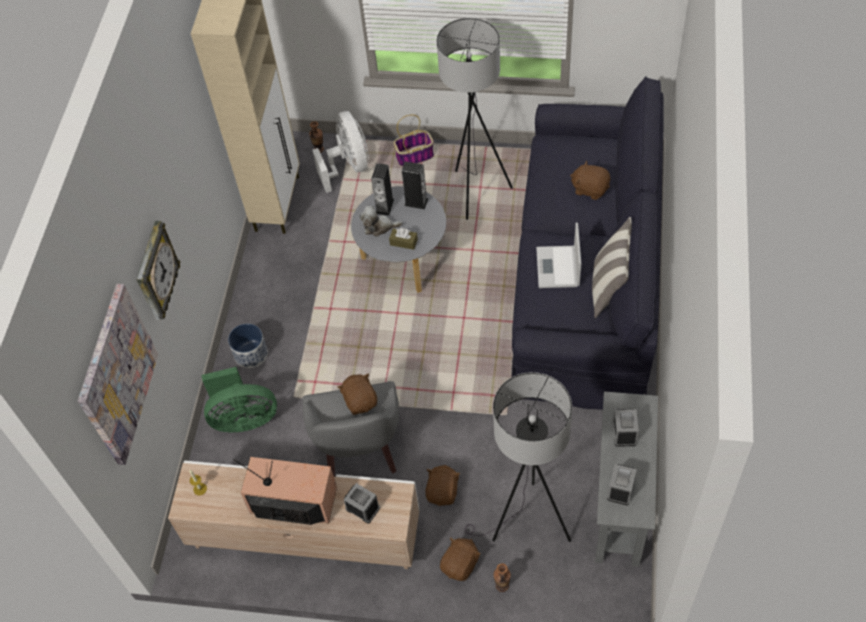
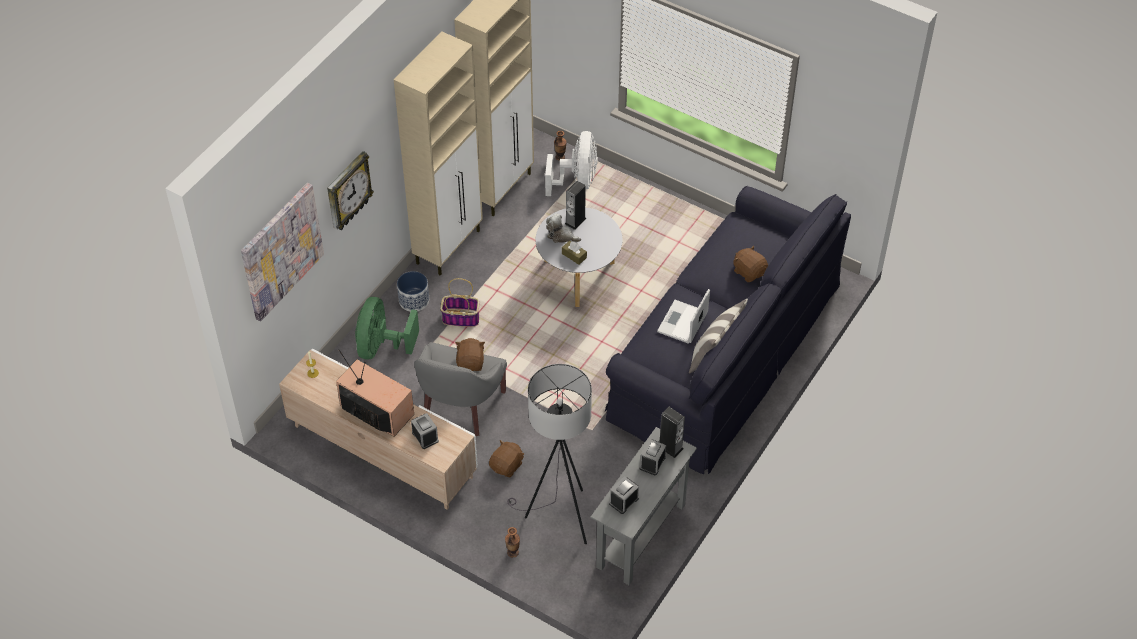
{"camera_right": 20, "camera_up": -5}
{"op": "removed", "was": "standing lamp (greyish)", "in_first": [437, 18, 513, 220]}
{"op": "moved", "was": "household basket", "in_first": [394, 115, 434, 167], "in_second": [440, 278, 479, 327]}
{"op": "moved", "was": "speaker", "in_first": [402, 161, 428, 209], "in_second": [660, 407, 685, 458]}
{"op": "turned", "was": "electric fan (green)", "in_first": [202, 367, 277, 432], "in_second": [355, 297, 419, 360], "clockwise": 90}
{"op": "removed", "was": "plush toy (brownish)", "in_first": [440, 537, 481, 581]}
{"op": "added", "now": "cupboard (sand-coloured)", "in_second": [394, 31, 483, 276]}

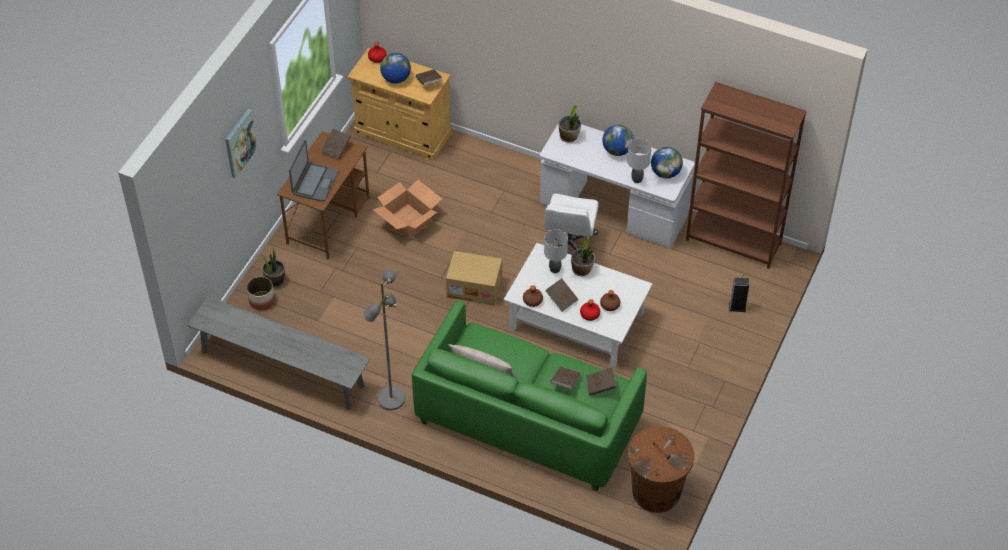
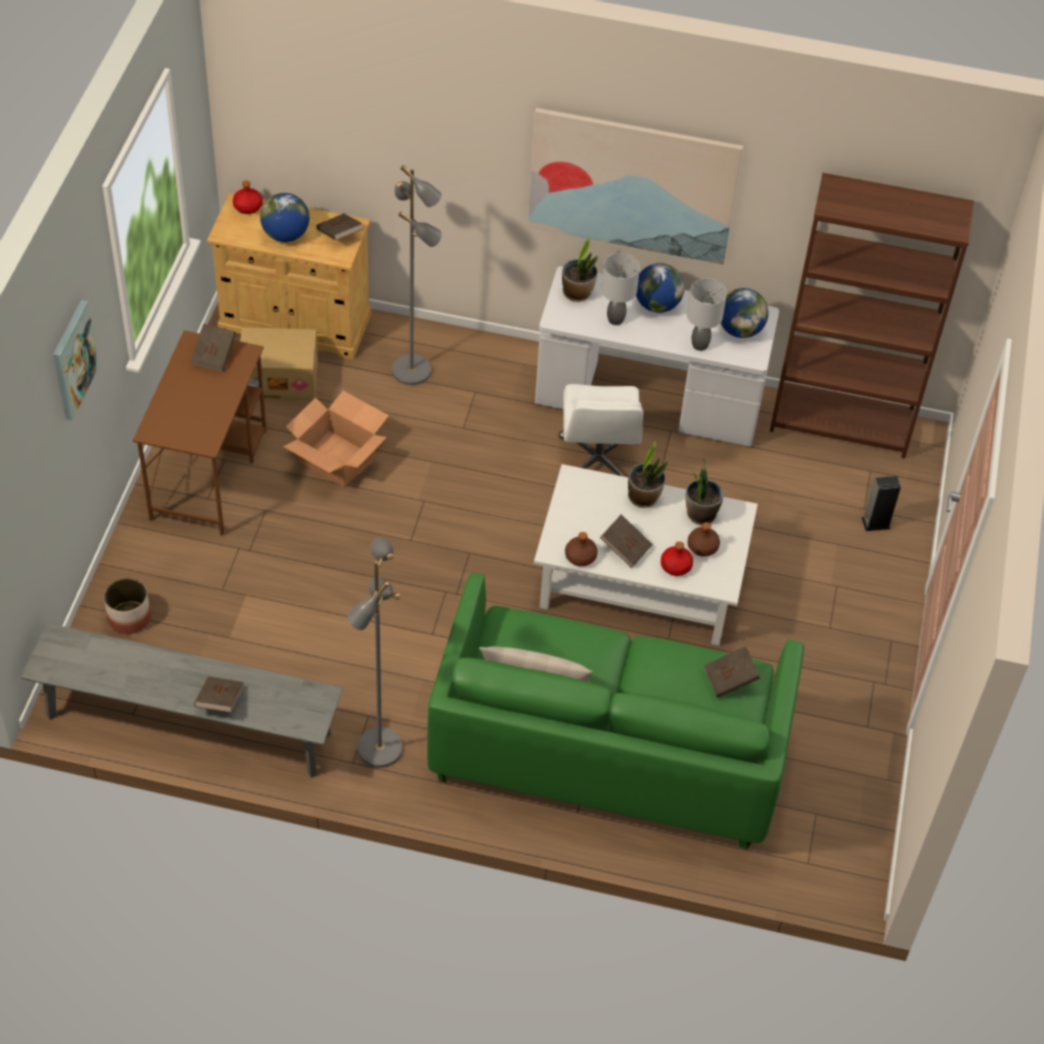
{"camera_right": -15, "camera_up": 0}
{"op": "removed", "was": "notebook computer", "in_first": [289, 140, 339, 202]}
{"op": "moved", "was": "table lamp (greyish)", "in_first": [544, 229, 568, 273], "in_second": [601, 253, 640, 325]}
{"op": "moved", "was": "houseplant", "in_first": [261, 248, 285, 288], "in_second": [686, 459, 724, 525]}
{"op": "moved", "was": "cardboard box", "in_first": [446, 251, 502, 306], "in_second": [240, 327, 318, 401]}
{"op": "moved", "was": "volume (brownish)", "in_first": [550, 366, 581, 389], "in_second": [194, 677, 243, 713]}
{"op": "removed", "was": "trash can (brownish)", "in_first": [628, 426, 694, 513]}
{"op": "added", "now": "wall art", "in_second": [528, 108, 743, 264]}
{"op": "added", "now": "standing lamp (greyish)", "in_second": [392, 165, 442, 385]}

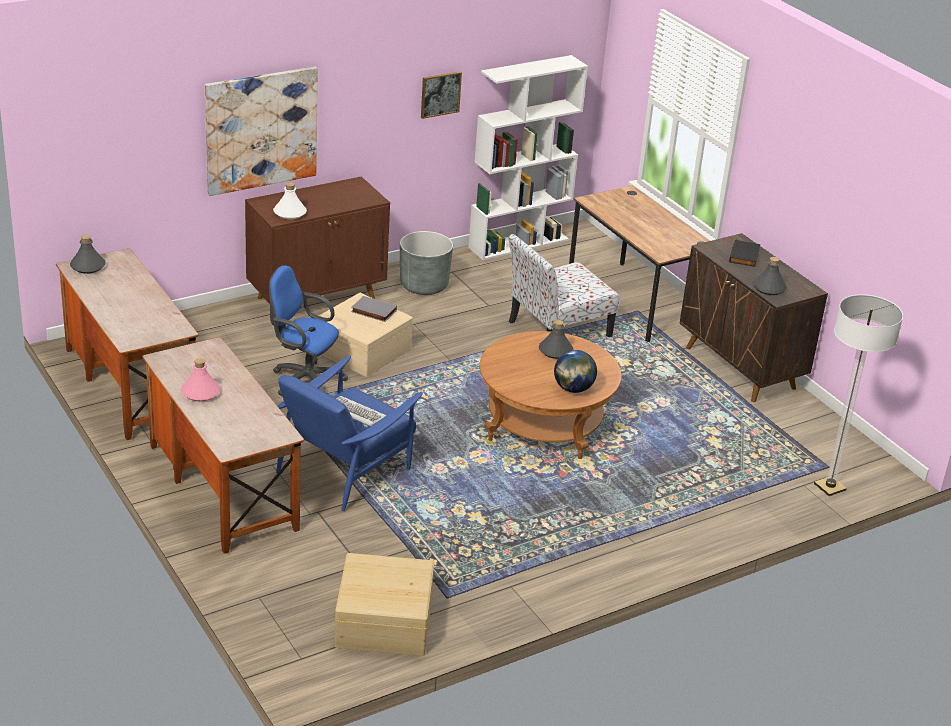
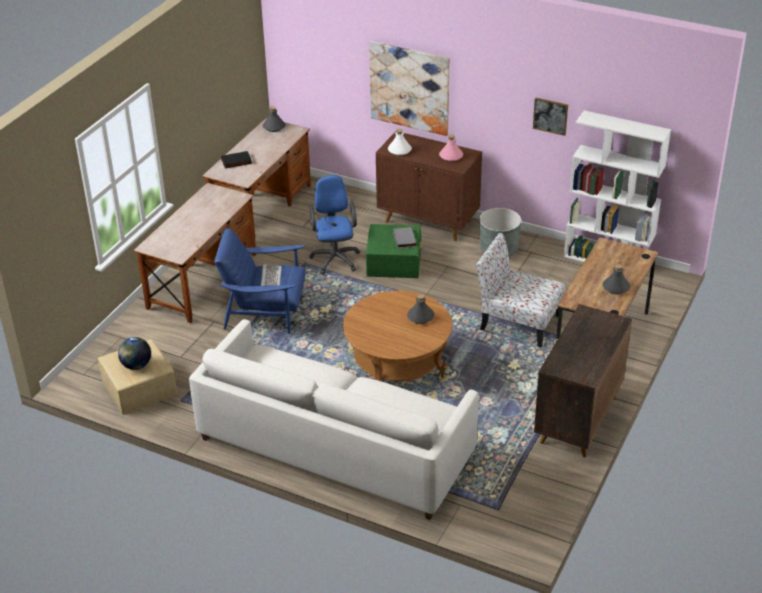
{"camera_right": 60, "camera_up": 5}
{"op": "moved", "was": "volume (blackish)", "in_first": [729, 240, 761, 267], "in_second": [221, 151, 252, 169]}
{"op": "moved", "was": "drink bottle (greyish)", "in_first": [752, 257, 787, 295], "in_second": [603, 264, 630, 294]}
{"op": "recoloured", "was": "storage box (sand-coloured)", "now": "storage box (green)", "in_first": [319, 293, 413, 377], "in_second": [366, 224, 421, 278]}
{"op": "removed", "was": "standing lamp", "in_first": [814, 294, 903, 496]}
{"op": "moved", "was": "world globe", "in_first": [554, 350, 597, 393], "in_second": [118, 337, 151, 370]}
{"op": "moved", "was": "drink bottle (pink)", "in_first": [181, 358, 221, 402], "in_second": [439, 134, 463, 161]}
{"op": "added", "now": "couch (white-coloured)", "in_second": [189, 319, 479, 520]}

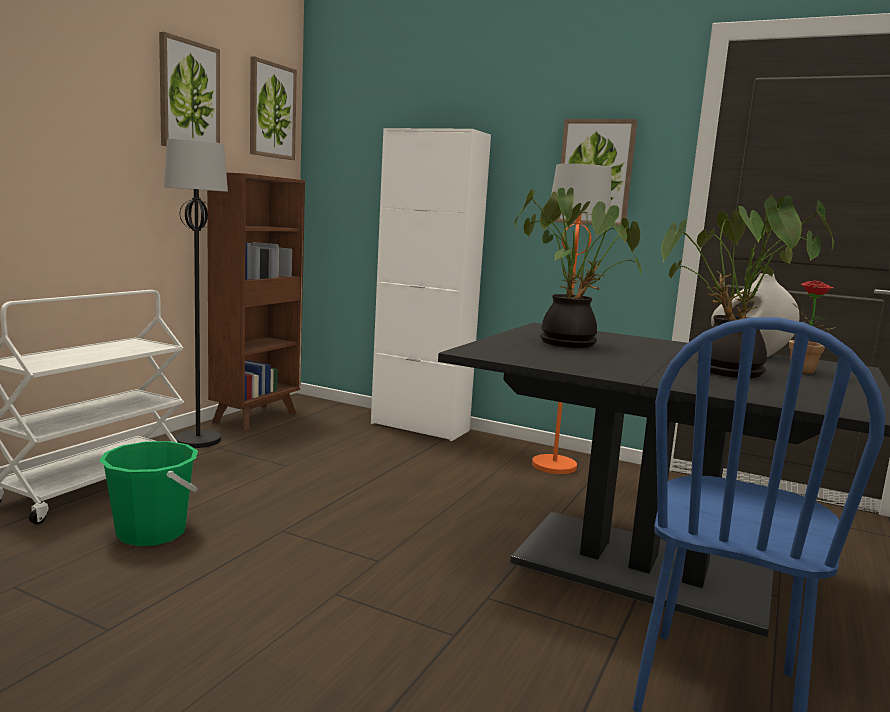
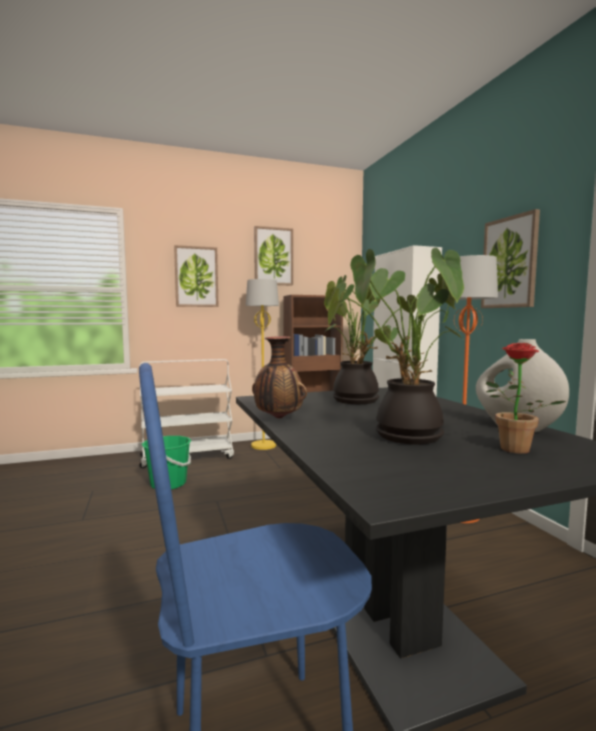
{"camera_right": 45, "camera_up": -5}
{"op": "moved", "was": "wall art", "in_first": [250, 56, 297, 160], "in_second": [174, 245, 218, 307]}
{"op": "recoloured", "was": "standing lamp (blackish)", "now": "standing lamp (yellowish)", "in_first": [164, 139, 228, 448], "in_second": [246, 279, 279, 450]}
{"op": "added", "now": "flower vase", "in_second": [252, 336, 307, 418]}

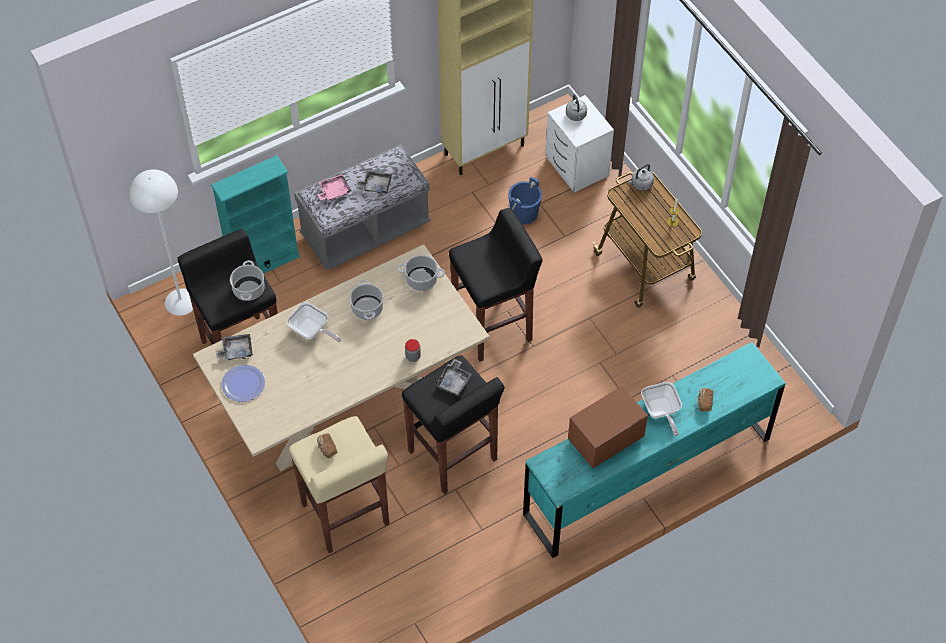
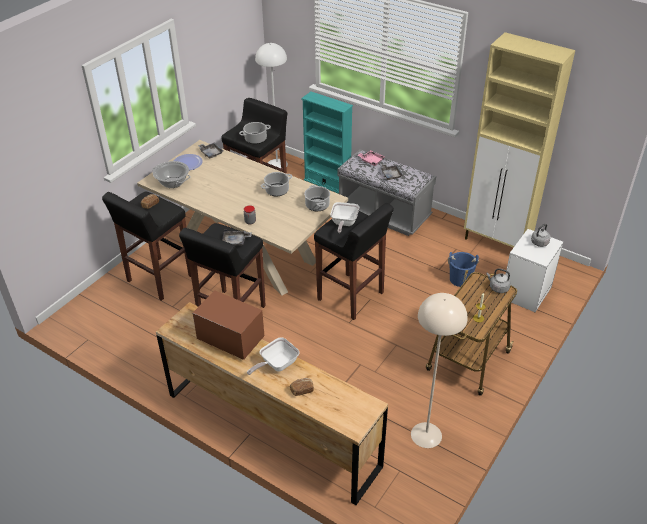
{"camera_right": 65, "camera_up": -15}
{"op": "moved", "was": "frying pan", "in_first": [286, 302, 341, 342], "in_second": [330, 202, 359, 233]}
{"op": "recoloured", "was": "drawer chest (turquoise)", "now": "drawer chest (brownish)", "in_first": [523, 342, 786, 558], "in_second": [156, 302, 388, 505]}
{"op": "recoloured", "was": "stool (sand-coloured)", "now": "stool (blackish)", "in_first": [289, 416, 389, 553], "in_second": [102, 192, 191, 301]}
{"op": "added", "now": "stockpot", "in_second": [152, 161, 191, 188]}
{"op": "added", "now": "standing lamp (sand-coloured)", "in_second": [411, 293, 468, 448]}

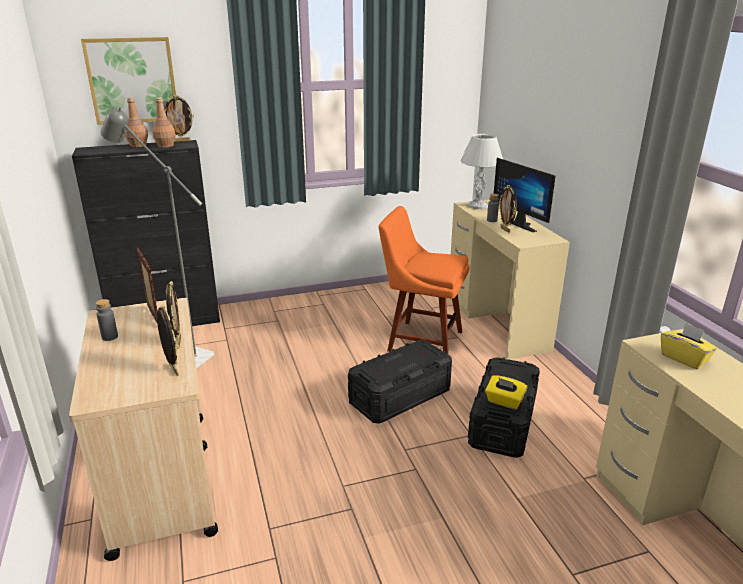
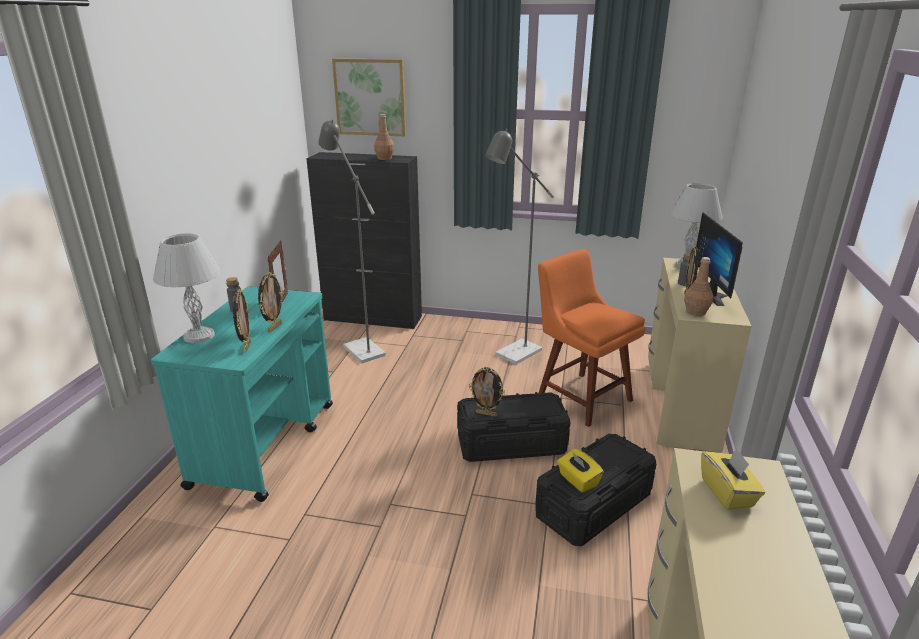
{"camera_right": 30, "camera_up": 0}
{"op": "moved", "was": "photo frame", "in_first": [164, 95, 194, 142], "in_second": [469, 367, 505, 417]}
{"op": "moved", "was": "drink bottle (brownish)", "in_first": [125, 97, 148, 147], "in_second": [684, 257, 713, 316]}
{"op": "recoloured", "was": "trolley (sand-coloured)", "now": "trolley (turquoise)", "in_first": [69, 298, 218, 561], "in_second": [151, 287, 333, 502]}
{"op": "added", "now": "standing lamp (greyish)", "in_second": [485, 128, 554, 364]}
{"op": "added", "now": "table lamp (white-coloured)", "in_second": [153, 233, 221, 343]}

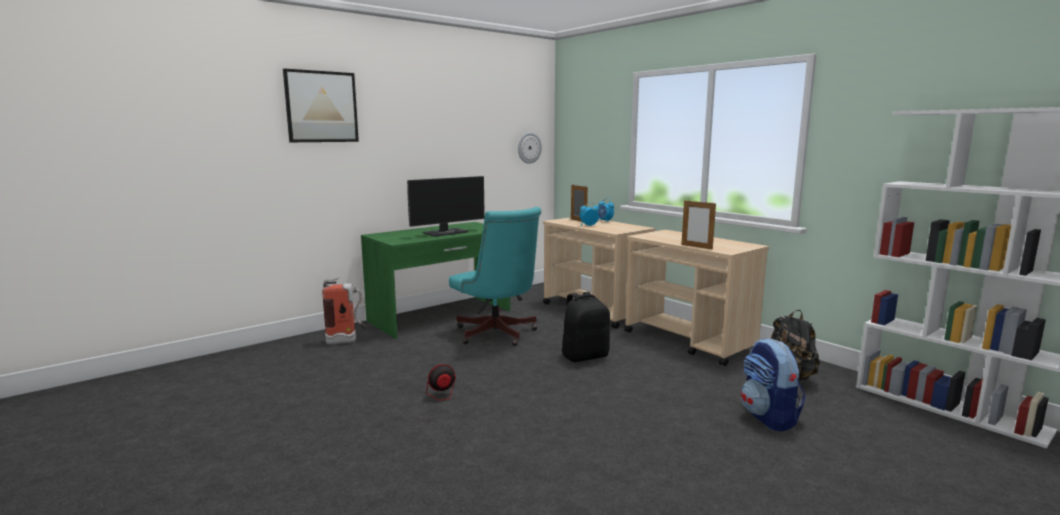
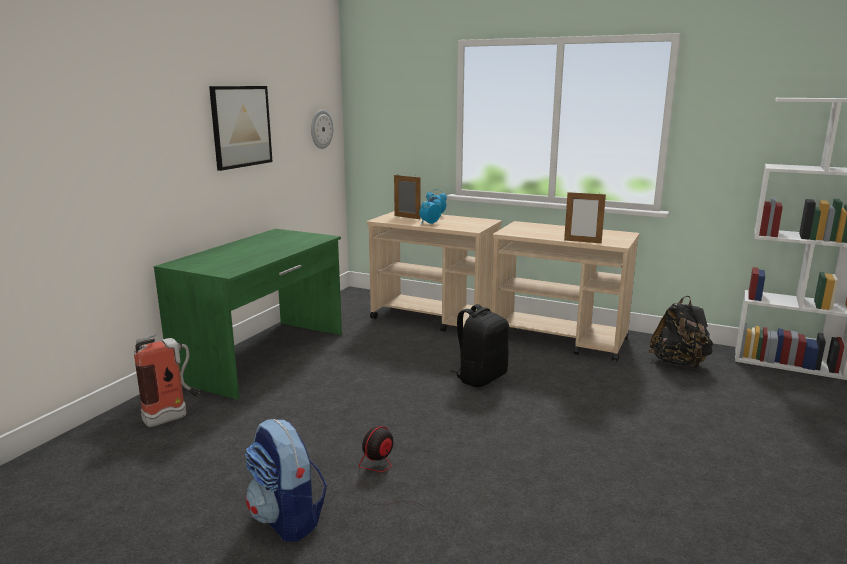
{"camera_right": -25, "camera_up": 5}
{"op": "moved", "was": "wall art", "in_first": [283, 68, 359, 142], "in_second": [209, 86, 273, 171]}
{"op": "removed", "was": "computer display", "in_first": [407, 176, 485, 237]}
{"op": "removed", "was": "desk chair (turquoise)", "in_first": [449, 207, 541, 346]}
{"op": "moved", "was": "rucksack", "in_first": [741, 338, 806, 432], "in_second": [245, 419, 327, 542]}

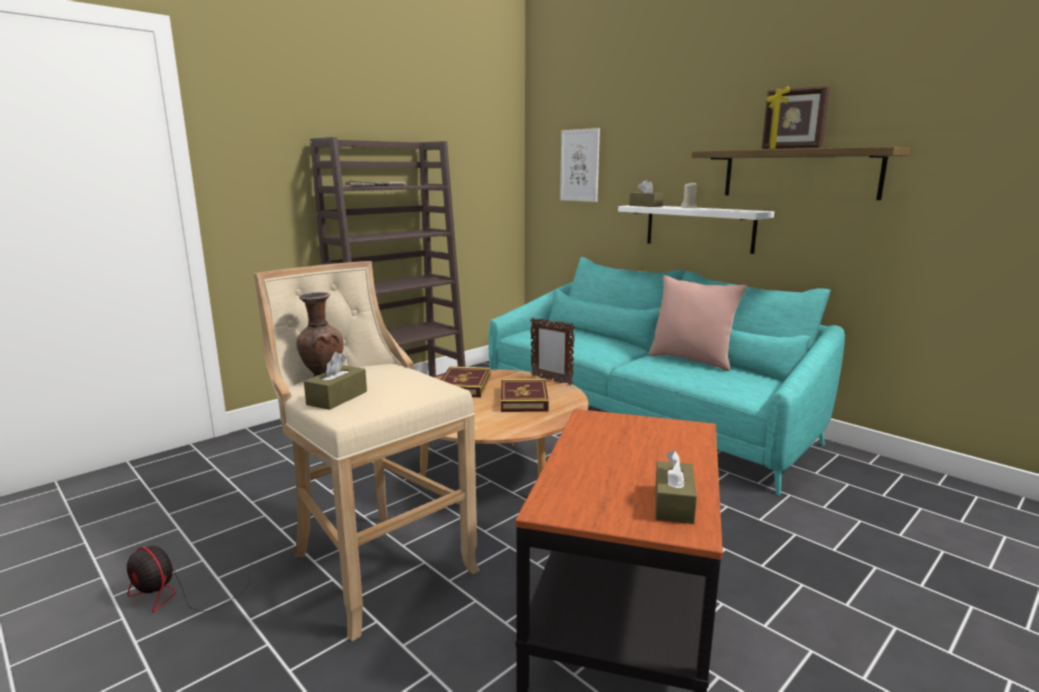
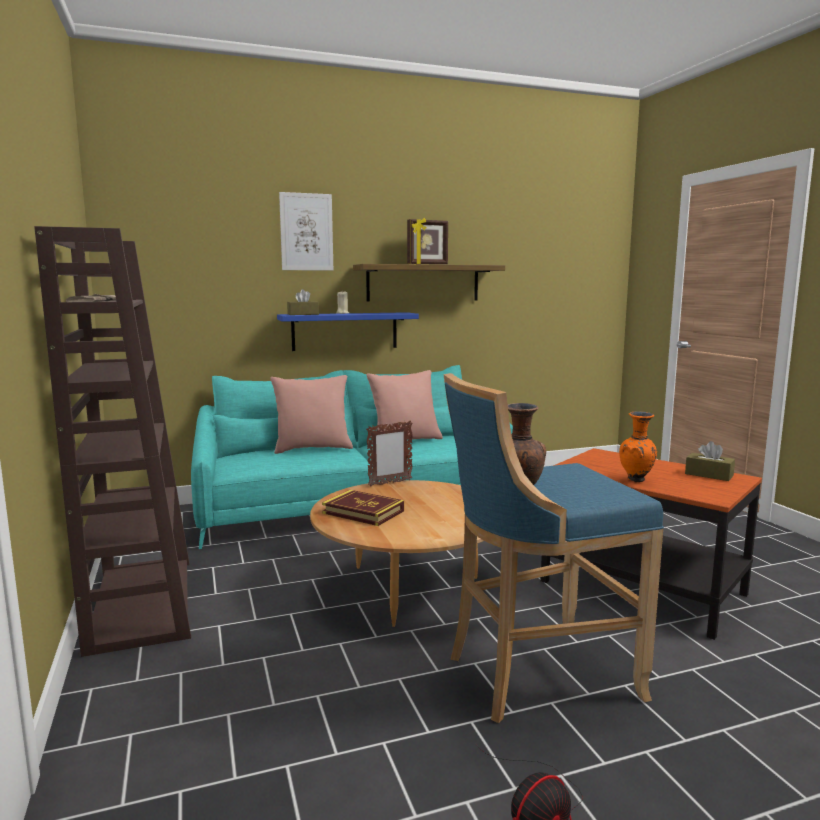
{"camera_right": -65, "camera_up": -5}
{"op": "moved", "was": "wall art", "in_first": [560, 128, 600, 202], "in_second": [279, 192, 333, 271]}
{"op": "recoloured", "was": "wall shelf (white-coloured)", "now": "wall shelf (bluish)", "in_first": [618, 205, 774, 254], "in_second": [277, 312, 419, 351]}
{"op": "recoloured", "was": "stool (sand-coloured)", "now": "stool (bluish)", "in_first": [254, 261, 480, 641], "in_second": [443, 373, 664, 723]}
{"op": "removed", "was": "tissue holder (brownish)", "in_first": [304, 352, 367, 410]}
{"op": "removed", "was": "volume", "in_first": [501, 379, 549, 412]}
{"op": "added", "now": "throw pillow (pink)", "in_second": [270, 375, 353, 454]}
{"op": "added", "now": "flower vase (orangey)", "in_second": [619, 411, 657, 482]}

